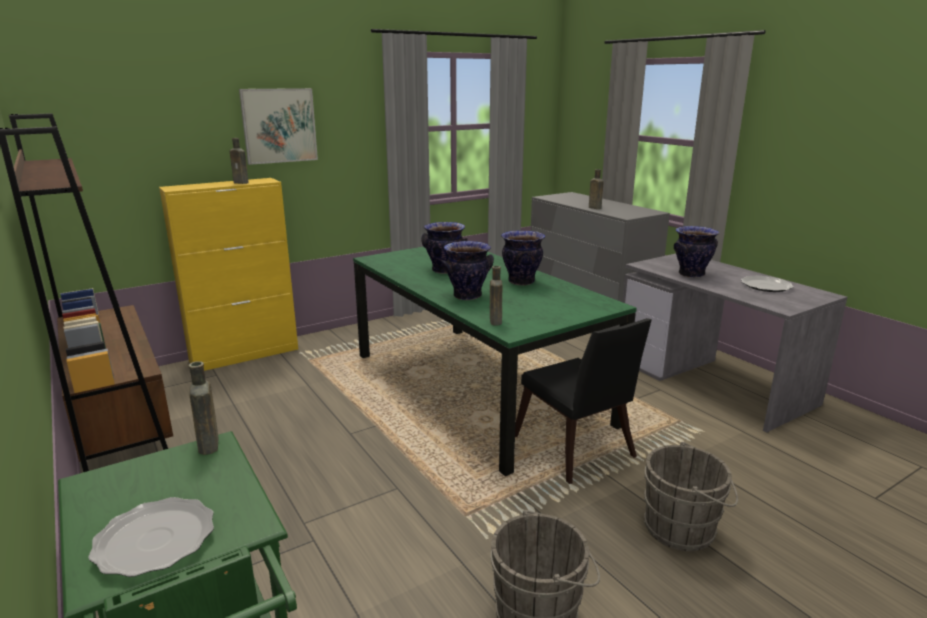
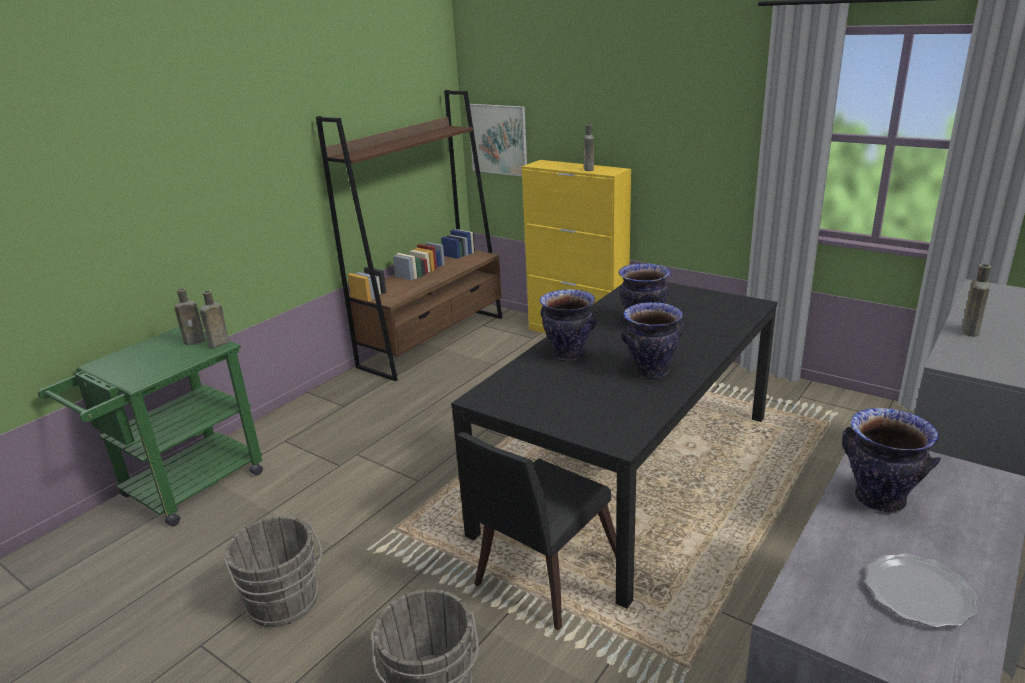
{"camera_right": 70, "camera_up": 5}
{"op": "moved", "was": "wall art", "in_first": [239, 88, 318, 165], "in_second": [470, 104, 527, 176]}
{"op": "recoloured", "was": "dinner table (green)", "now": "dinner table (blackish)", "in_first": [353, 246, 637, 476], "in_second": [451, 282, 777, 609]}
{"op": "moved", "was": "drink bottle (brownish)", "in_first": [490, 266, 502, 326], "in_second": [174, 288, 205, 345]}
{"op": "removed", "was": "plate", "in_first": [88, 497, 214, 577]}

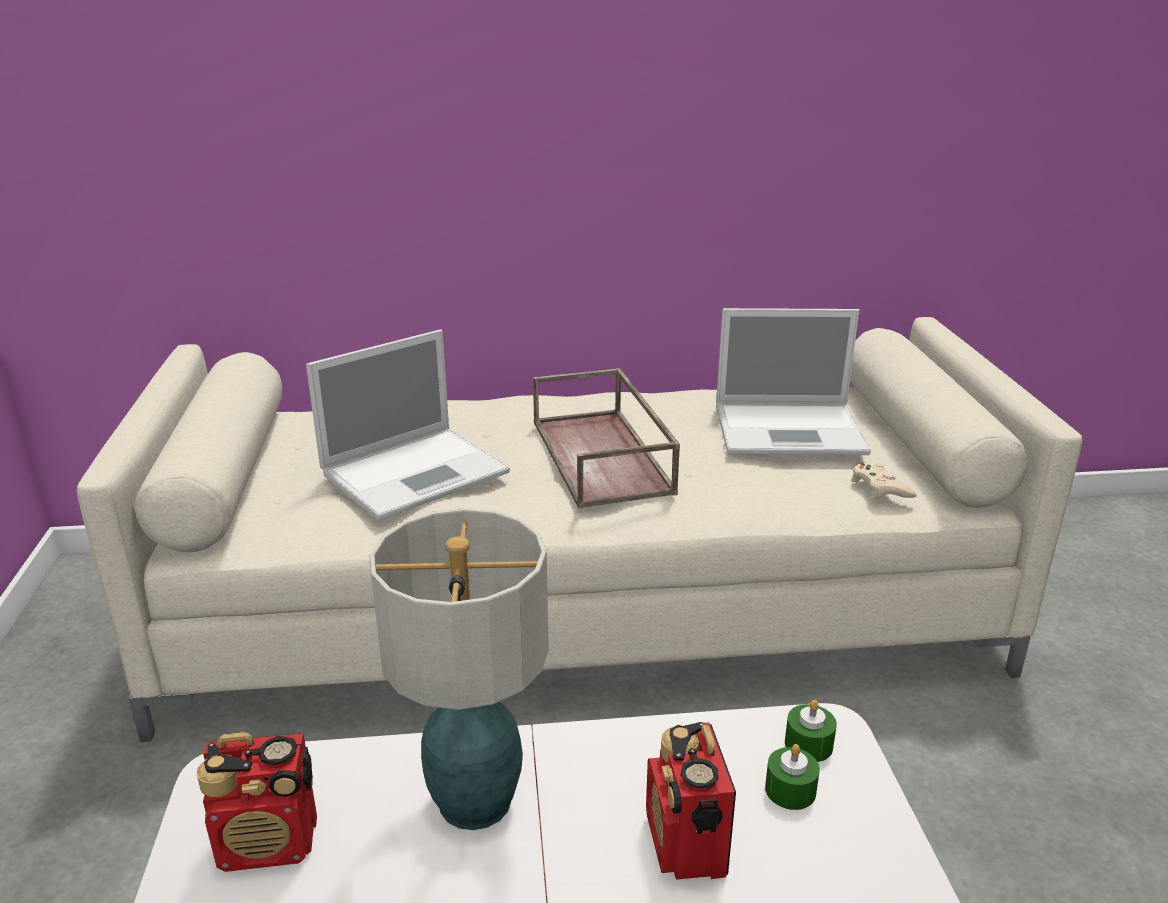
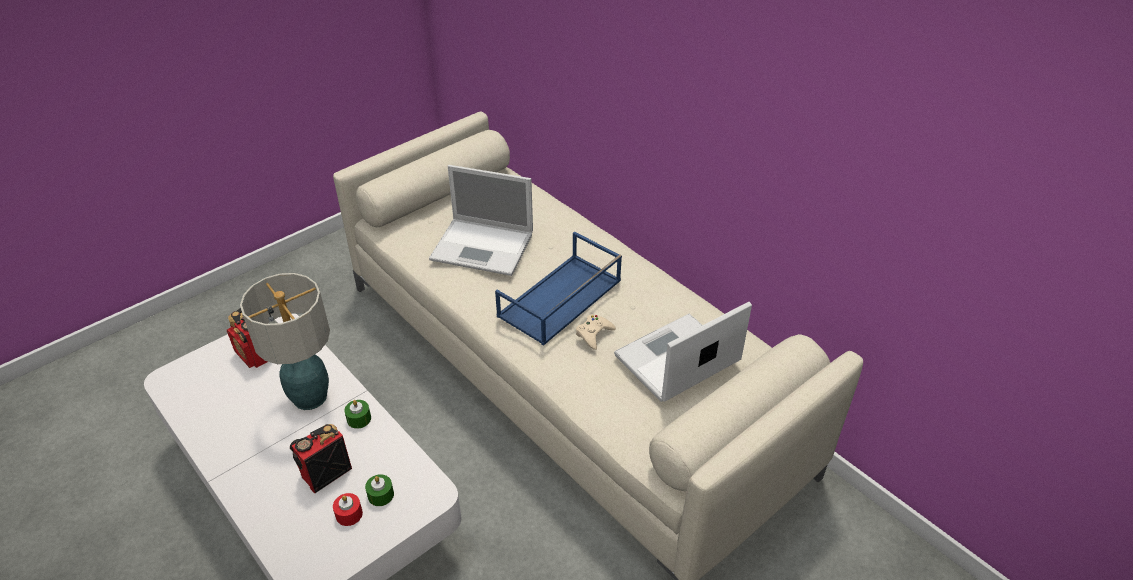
{"camera_right": 55, "camera_up": 15}
{"op": "turned", "was": "notebook computer", "in_first": [716, 308, 871, 455], "in_second": [614, 302, 752, 402], "clockwise": 90}
{"op": "recoloured", "was": "serving tray (brownish)", "now": "serving tray (bluish)", "in_first": [533, 368, 680, 508], "in_second": [495, 232, 622, 346]}
{"op": "moved", "was": "game controller (sand-coloured)", "in_first": [851, 463, 917, 499], "in_second": [576, 314, 616, 350]}
{"op": "moved", "was": "wax candle (green)", "in_first": [785, 700, 837, 762], "in_second": [344, 400, 371, 429]}
{"op": "added", "now": "wax candle (red-coloured)", "in_second": [333, 493, 363, 526]}

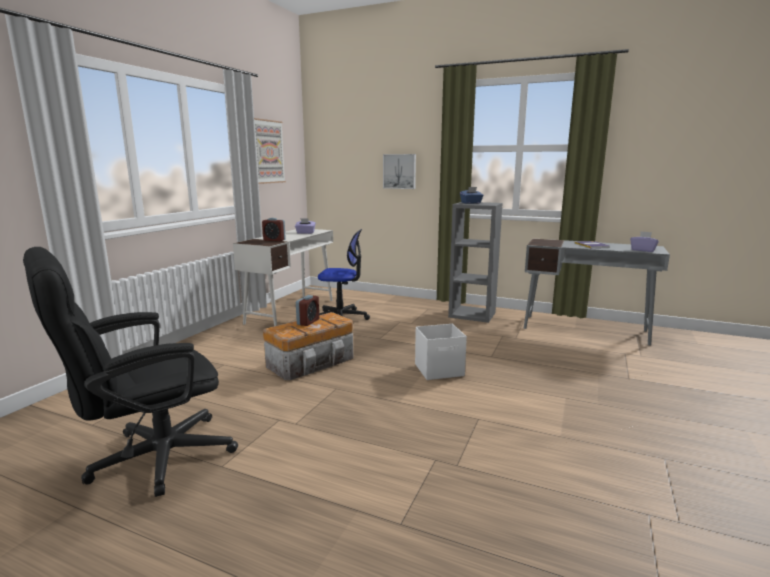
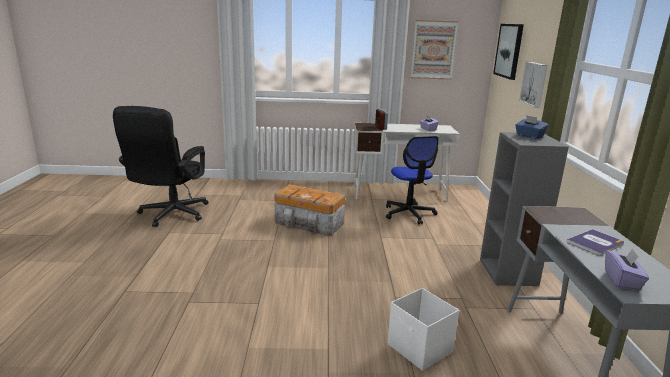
{"camera_right": 65, "camera_up": 5}
{"op": "turned", "was": "desk chair (blackish)", "in_first": [23, 247, 238, 497], "in_second": [113, 106, 208, 227], "clockwise": -105}
{"op": "removed", "was": "table clock", "in_first": [296, 295, 319, 326]}
{"op": "moved", "was": "storage box (white-coloured)", "in_first": [415, 324, 467, 380], "in_second": [388, 288, 459, 371]}
{"op": "added", "now": "wall art", "in_second": [493, 24, 524, 80]}

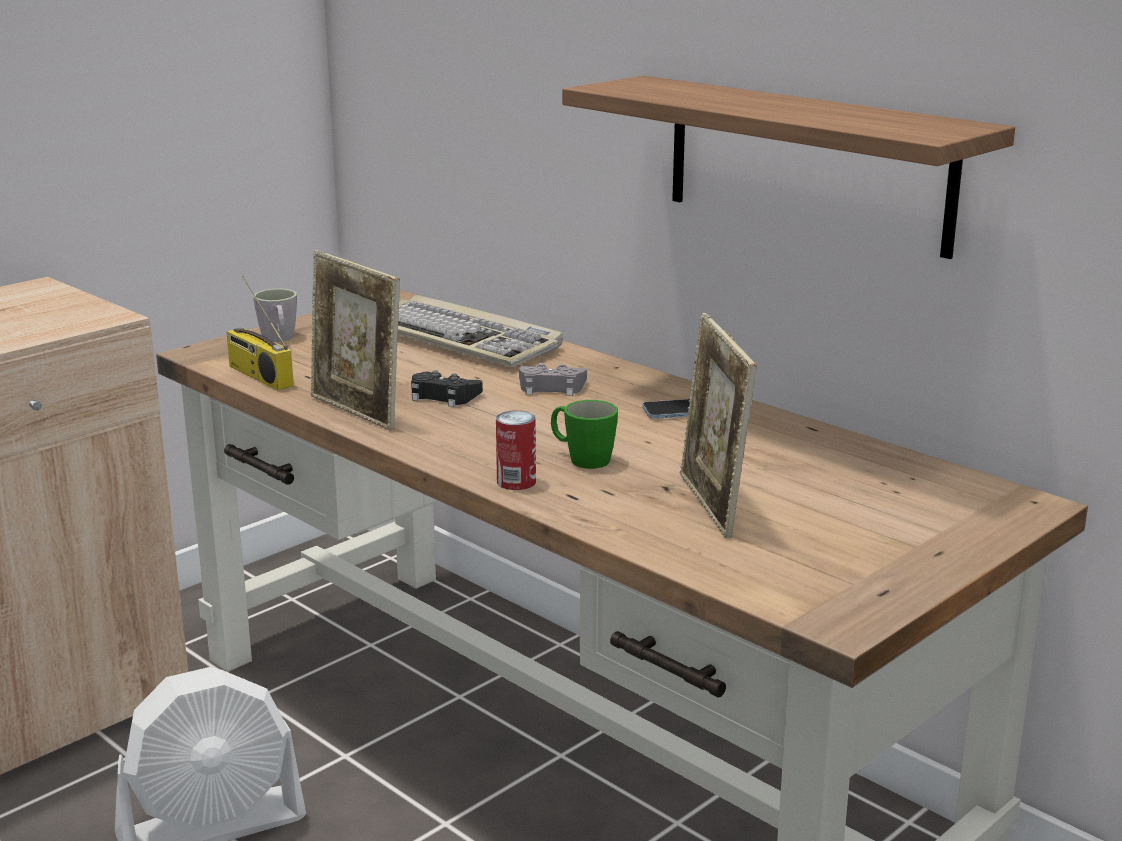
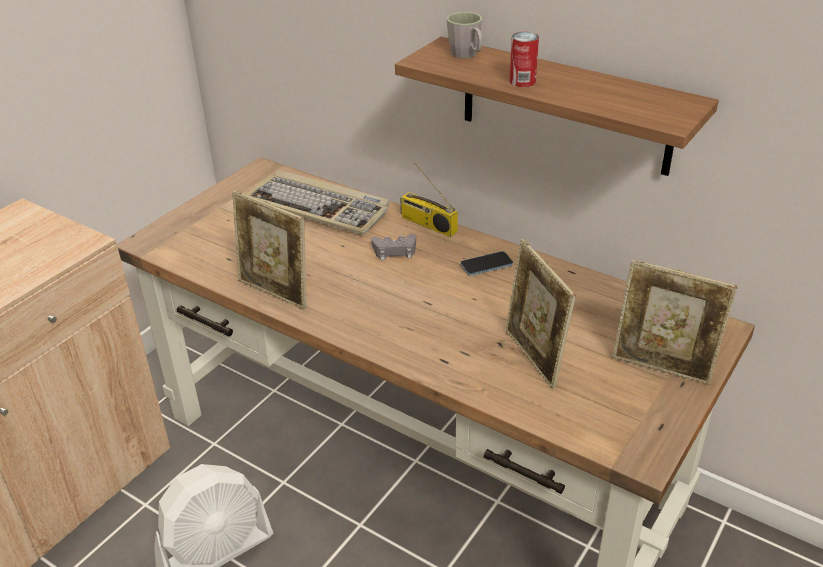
{"camera_right": -10, "camera_up": 15}
{"op": "moved", "was": "radio set", "in_first": [226, 276, 294, 391], "in_second": [400, 163, 458, 237]}
{"op": "moved", "was": "tea mug (greyish)", "in_first": [253, 288, 297, 342], "in_second": [447, 12, 482, 58]}
{"op": "removed", "was": "game controller (blackish)", "in_first": [411, 370, 483, 407]}
{"op": "removed", "was": "tea mug (green)", "in_first": [551, 400, 618, 469]}
{"op": "moved", "was": "sealed can", "in_first": [496, 410, 536, 490], "in_second": [509, 32, 539, 87]}
{"op": "added", "now": "photo frame", "in_second": [612, 260, 737, 385]}

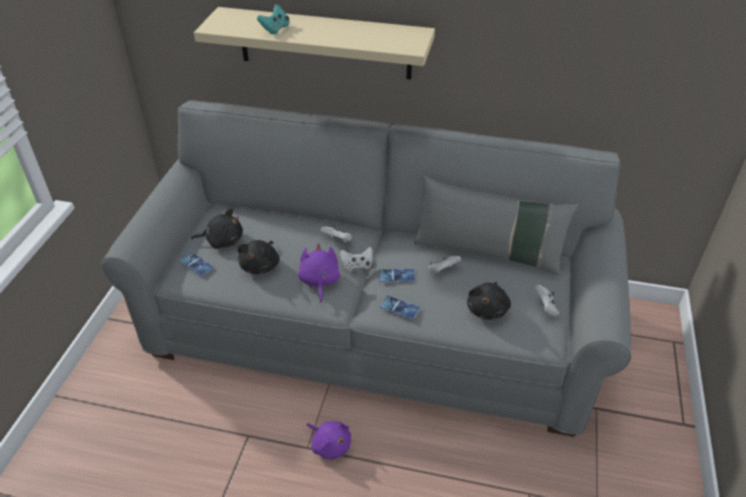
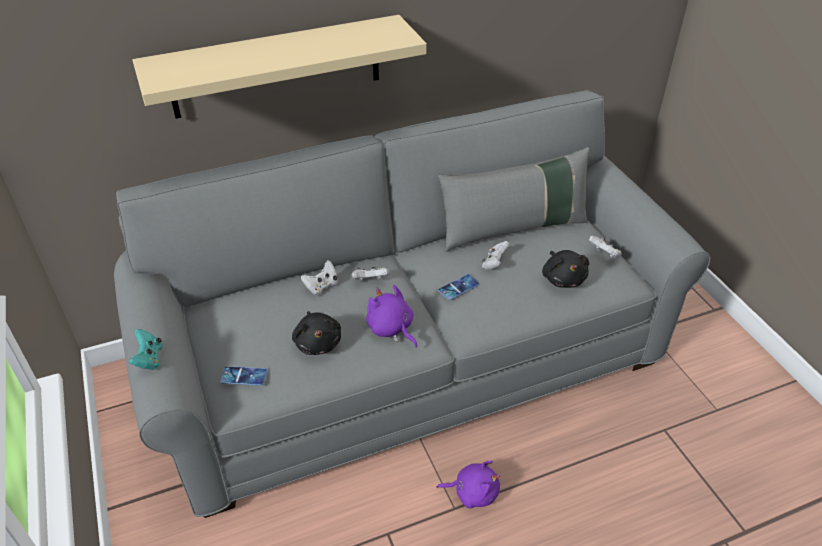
{"camera_right": -35, "camera_up": 0}
{"op": "moved", "was": "game controller (turquoise)", "in_first": [257, 4, 289, 35], "in_second": [129, 329, 162, 370]}
{"op": "removed", "was": "plush toy (blackish)", "in_first": [191, 208, 243, 249]}
{"op": "moved", "was": "game controller (white-coloured)", "in_first": [340, 247, 373, 271], "in_second": [301, 260, 338, 295]}
{"op": "removed", "was": "phone", "in_first": [380, 295, 420, 319]}

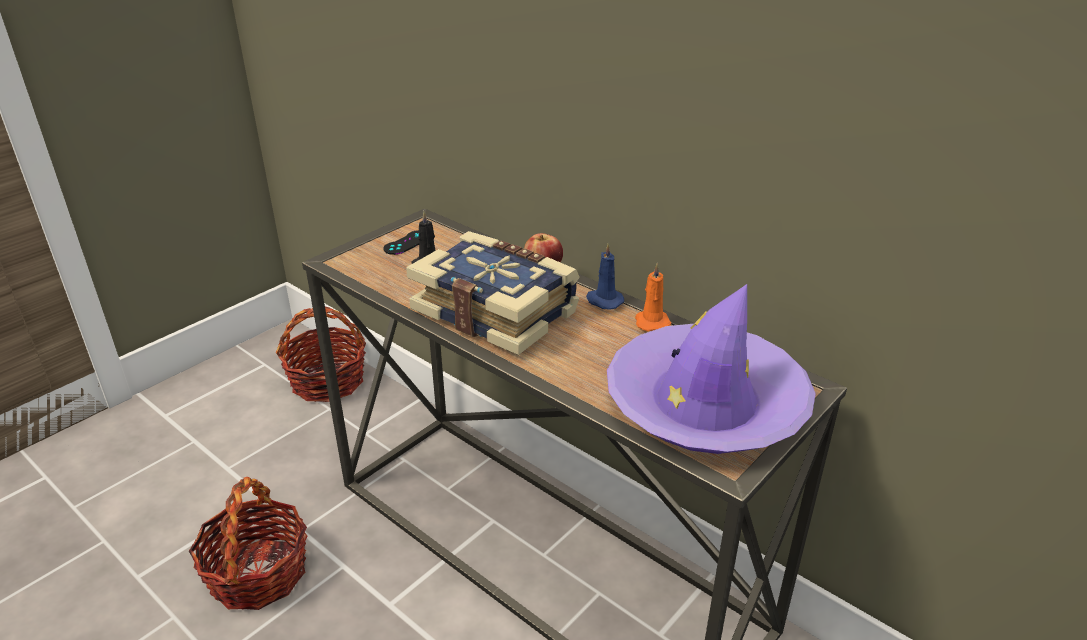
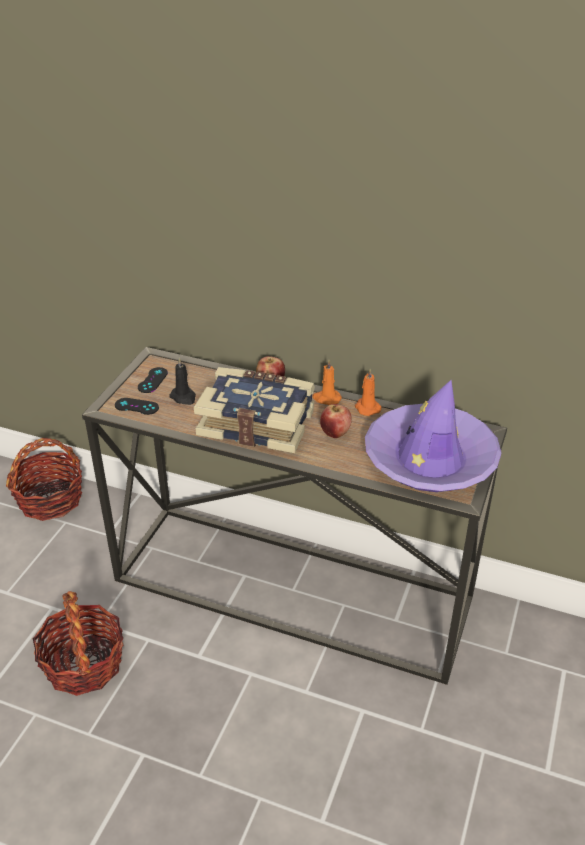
{"camera_right": -20, "camera_up": 5}
{"op": "recoloured", "was": "wax candle (bluish)", "now": "wax candle (orangey)", "in_first": [586, 243, 624, 309], "in_second": [312, 359, 342, 405]}
{"op": "added", "now": "game controller (blackish)", "in_second": [115, 398, 159, 415]}
{"op": "added", "now": "apple", "in_second": [320, 404, 352, 438]}

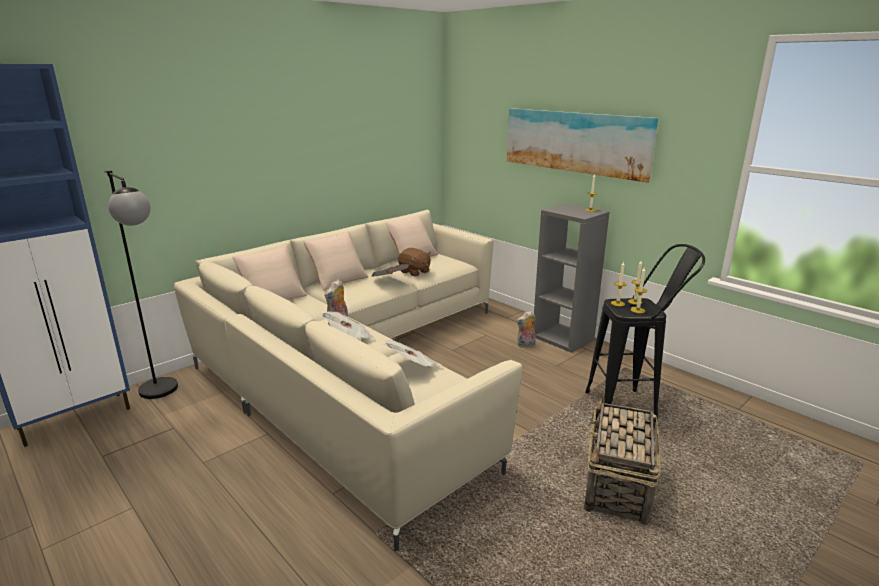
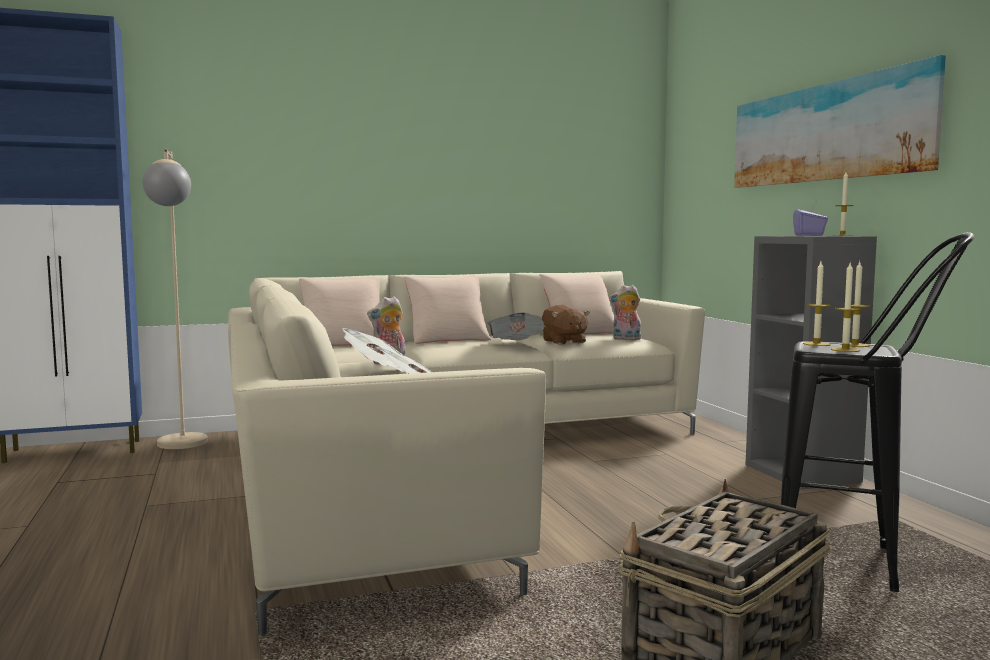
{"camera_right": 25, "camera_up": -15}
{"op": "recoloured", "was": "standing lamp (blackish)", "now": "standing lamp (sand-coloured)", "in_first": [104, 170, 178, 399], "in_second": [142, 149, 208, 449]}
{"op": "moved", "was": "plush toy", "in_first": [516, 311, 536, 348], "in_second": [609, 285, 641, 341]}
{"op": "added", "now": "tissue holder (purplish)", "in_second": [793, 202, 828, 236]}

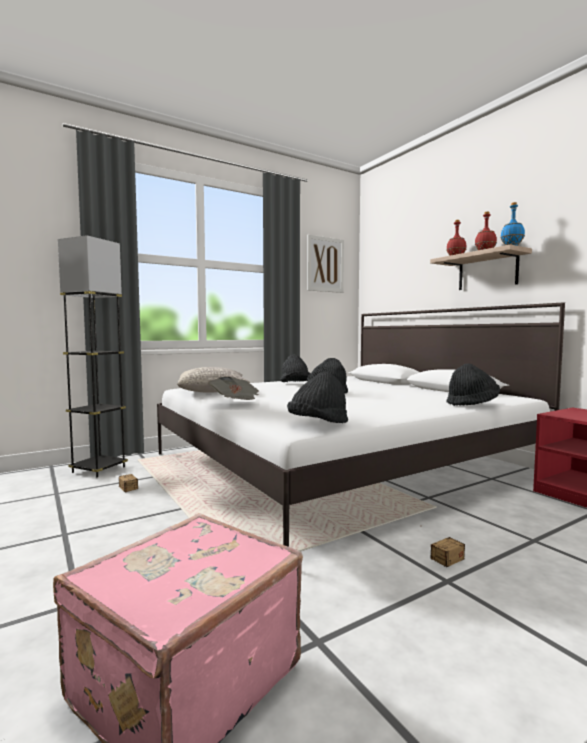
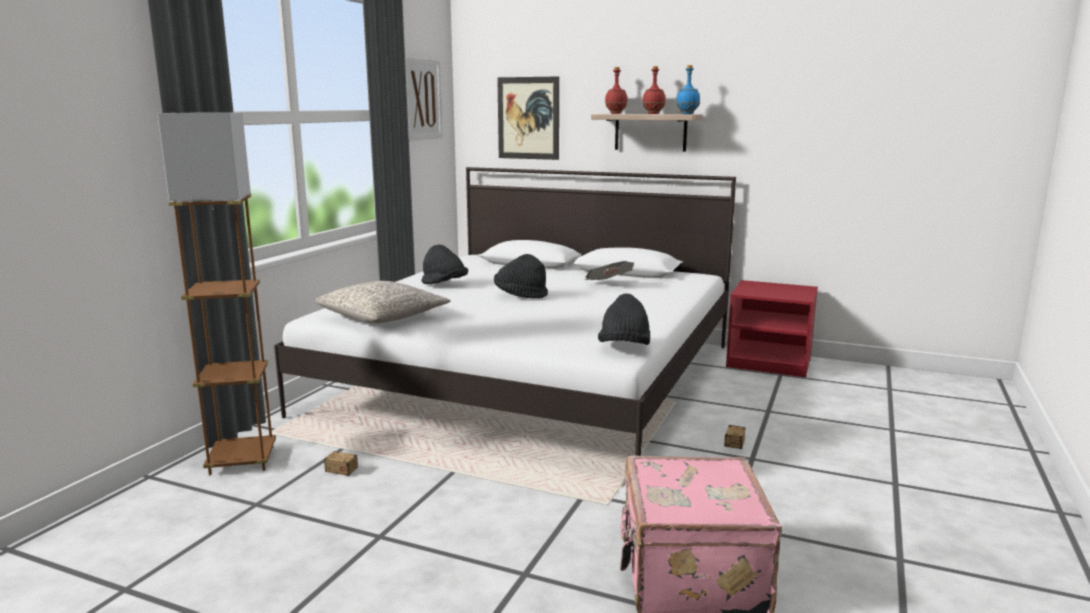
{"camera_right": -35, "camera_up": 10}
{"op": "recoloured", "was": "standing lamp (greyish)", "now": "standing lamp (brownish)", "in_first": [58, 235, 128, 478], "in_second": [157, 113, 276, 475]}
{"op": "removed", "was": "wearable hat (blackish)", "in_first": [446, 363, 500, 406]}
{"op": "moved", "was": "daily paper", "in_first": [208, 377, 259, 400], "in_second": [585, 261, 634, 280]}
{"op": "added", "now": "wall art", "in_second": [497, 76, 559, 160]}

